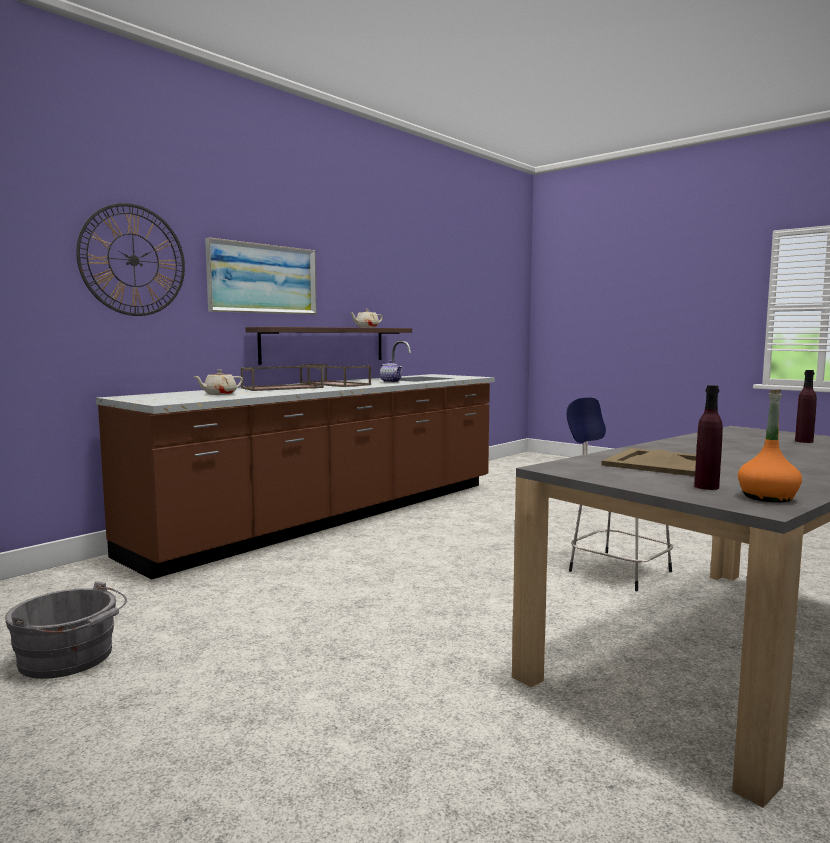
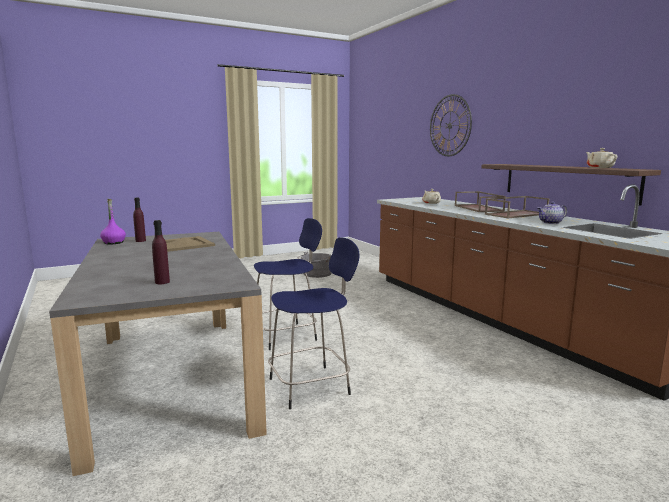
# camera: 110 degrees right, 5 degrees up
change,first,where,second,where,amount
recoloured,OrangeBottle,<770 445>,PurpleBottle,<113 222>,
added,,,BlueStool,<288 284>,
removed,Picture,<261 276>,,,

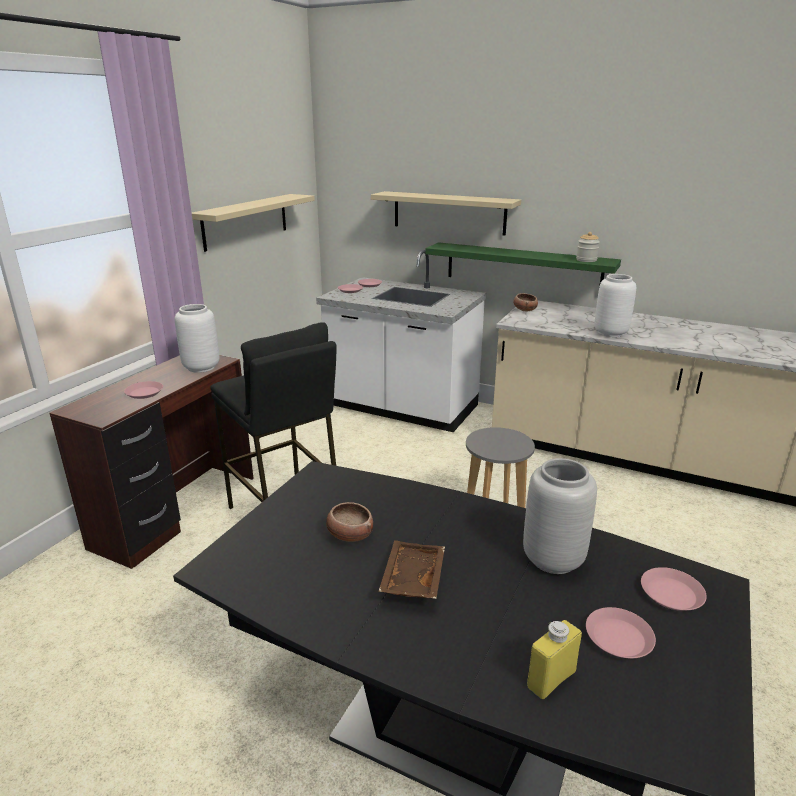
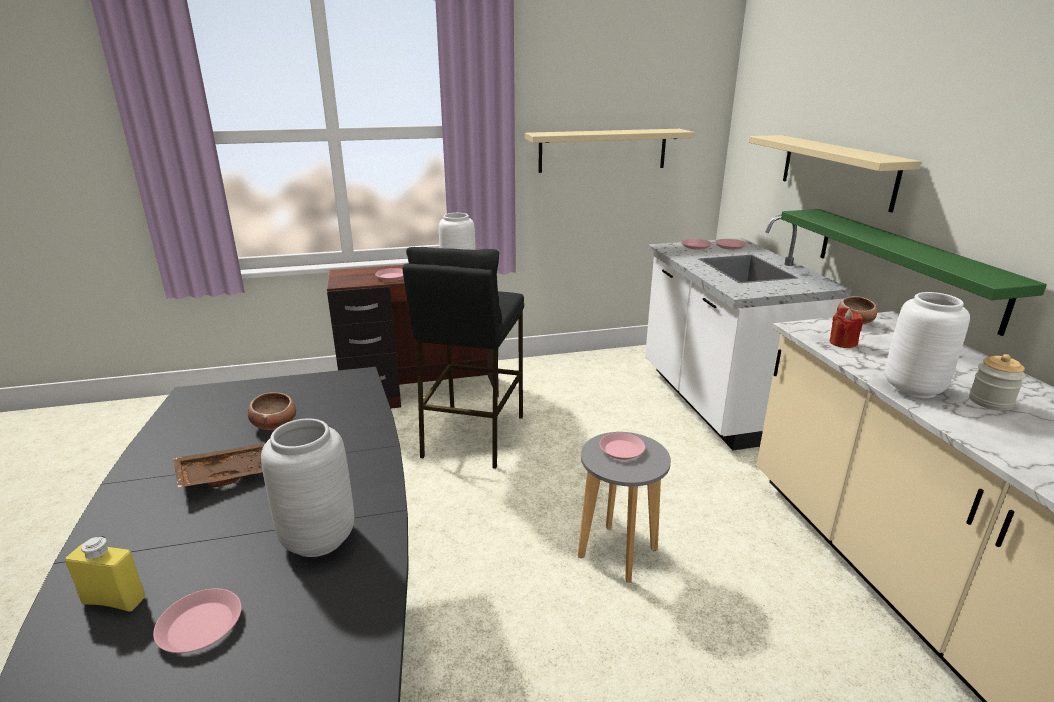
# camera: 50 degrees right, 0 degrees up
change,first,where,second,where,amount
moved,PinkPlate,<674 589>,,<622 446>,
added,,,RedCandle,<846 327>,
moved,Jar,<588 247>,,<997 382>,

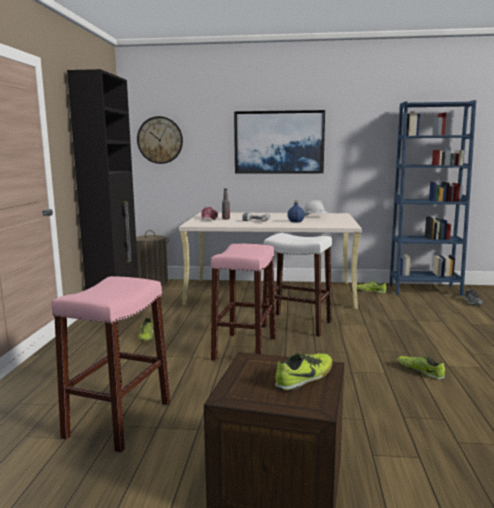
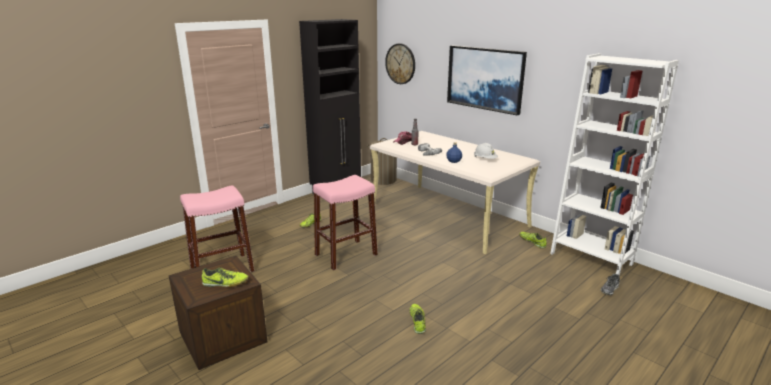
# camera: 40 degrees right, 10 degrees up
change,first,where,second,where,amount
recoloured,BlueBookcase,<432 198>,WhiteBookcase,<614 164>,
removed,WhiteStool,<297 285>,,,

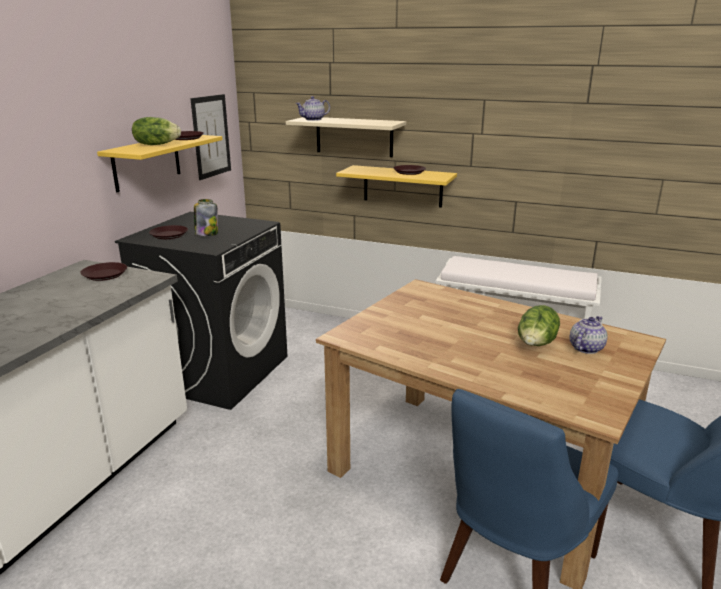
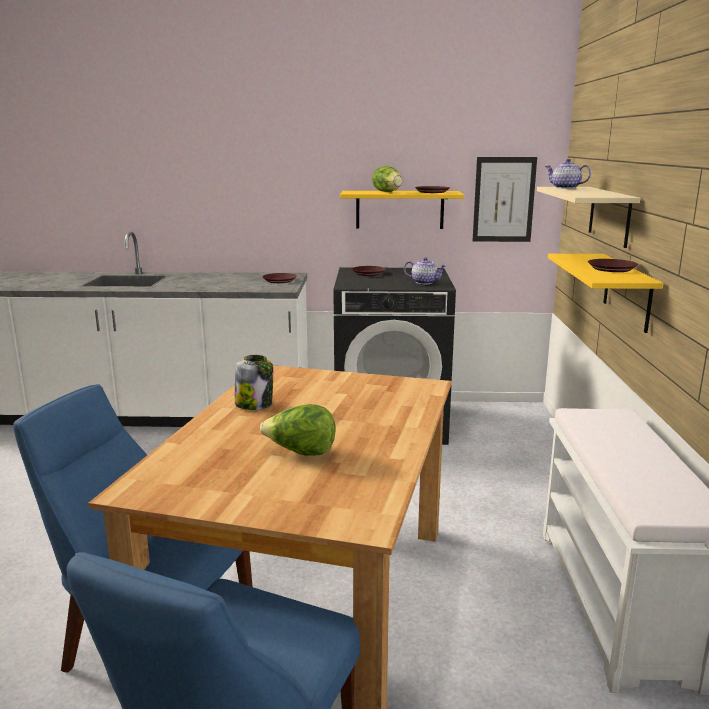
# camera: 70 degrees right, 5 degrees down
change,first,where,second,where,amount
moved,Jar,<206 217>,,<253 382>,
moved,Teapot,<588 335>,,<425 270>,

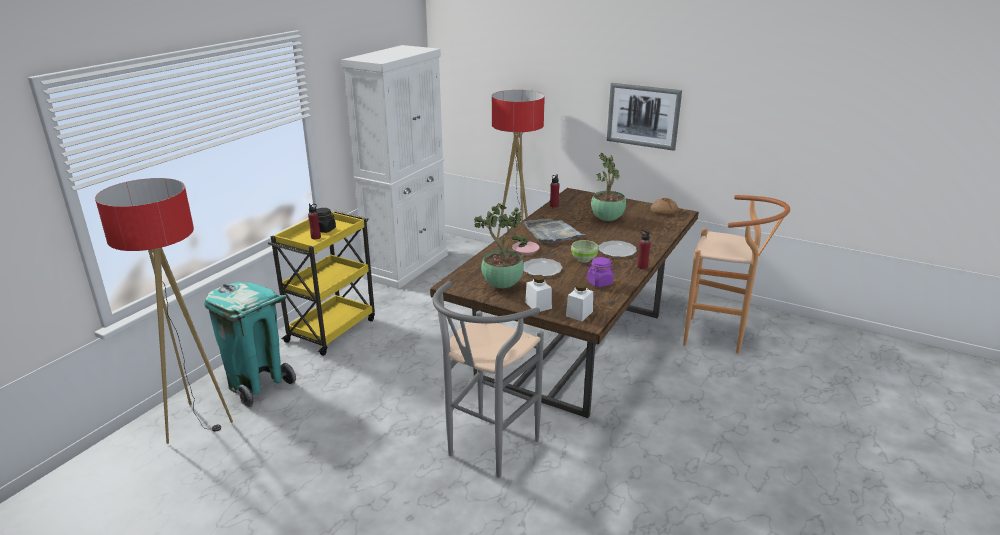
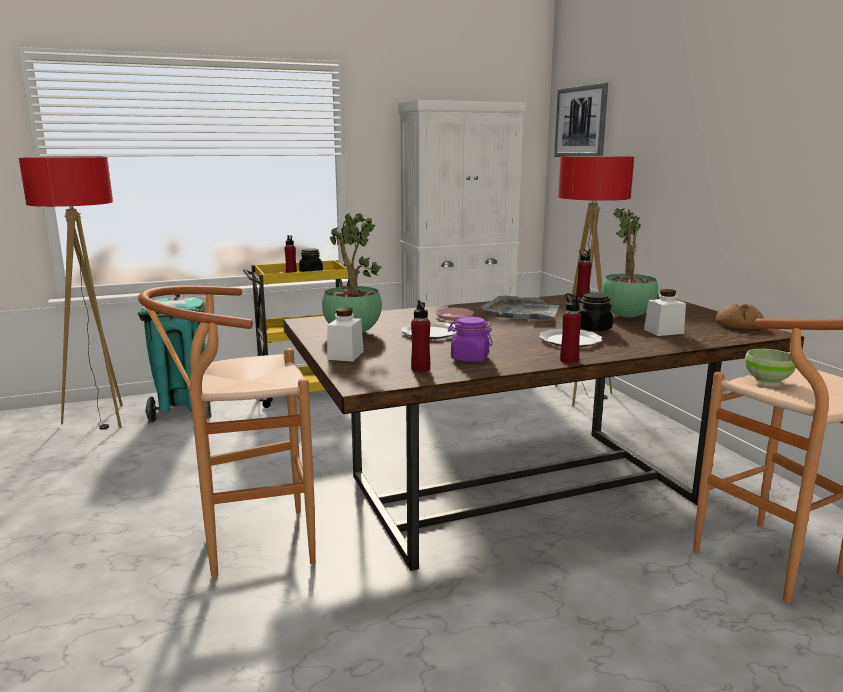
# camera: 40 degrees right, 10 degrees down
change,first,where,second,where,amount
recoloured,GreyStool,<488 379>,BrownStool,<227 432>,
added,,,RedBottle,<420 336>,
moved,Picture,<644 117>,,<581 120>,
added,,,BlackJar,<595 312>,
moved,WhiteJar,<579 302>,,<665 312>,
moved,GreenBowl,<584 251>,,<770 366>,

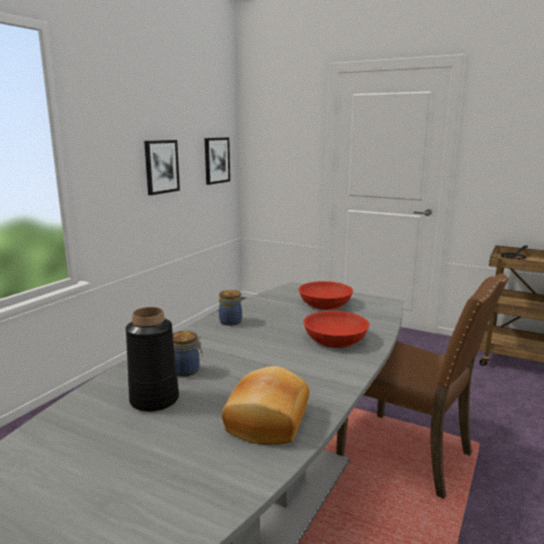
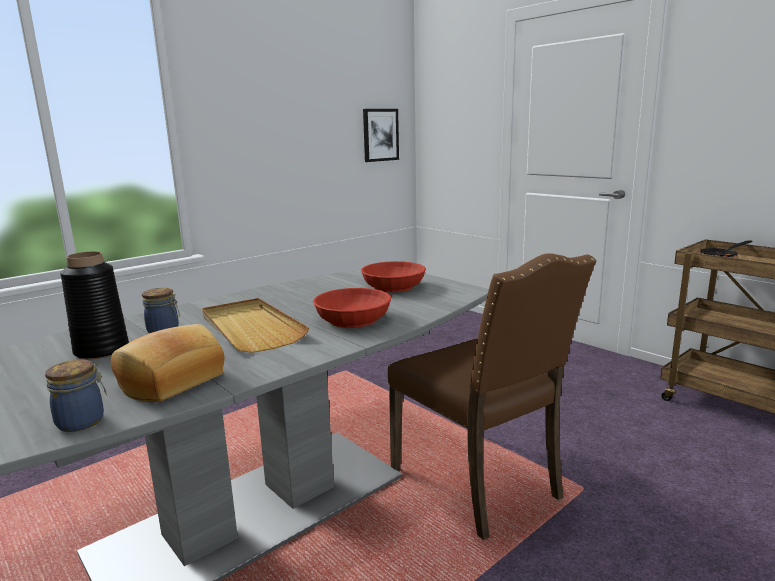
# camera: 20 degrees right, 0 degrees up
change,first,where,second,where,amount
moved,Jar,<230 308>,,<76 395>,
added,,,BeigeTray,<255 325>,
removed,Picture,<162 167>,,,

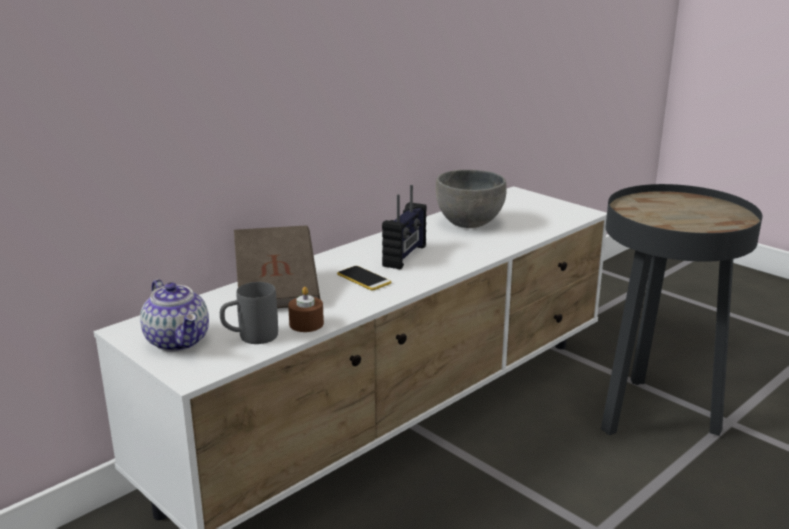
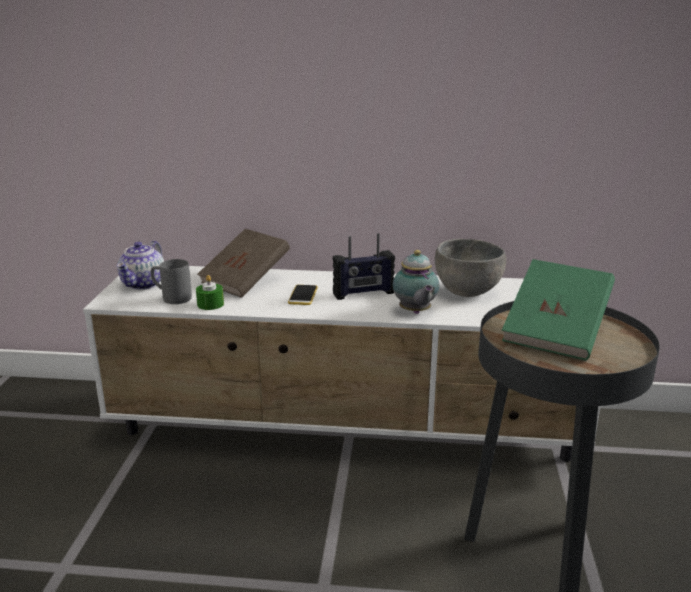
# camera: 50 degrees right, 0 degrees up
change,first,where,second,where,amount
recoloured,BrownCandle,<306 309>,GreenCandle,<210 292>,
added,,,Teapot,<416 282>,
added,,,GreenBook,<558 309>,

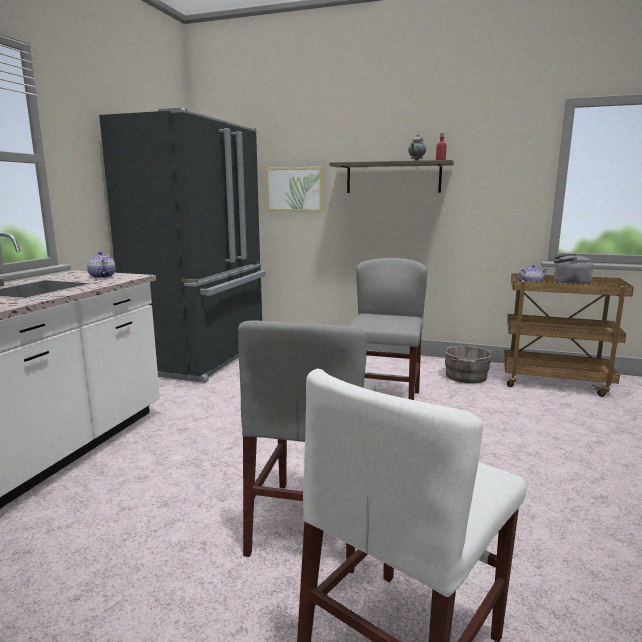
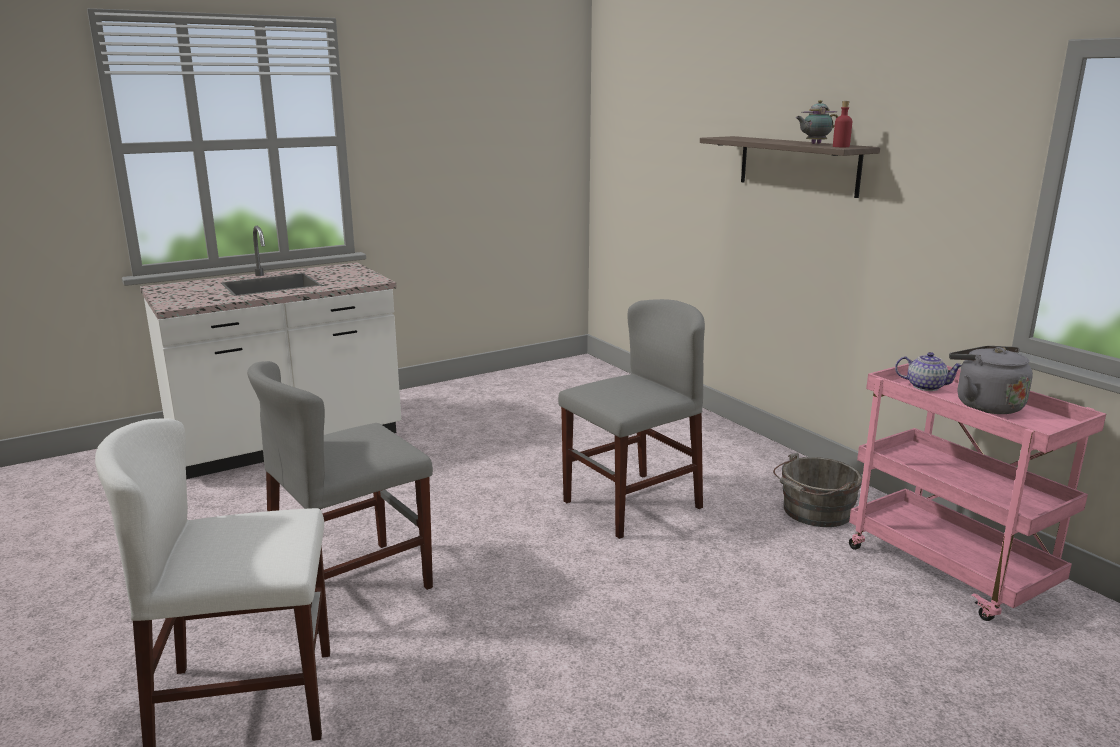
# camera: 40 degrees right, 5 degrees up
change,first,where,second,where,amount
recoloured,BrownCart,<569 335>,PinkCart,<977 492>,
removed,Teapot,<101 264>,,,
removed,BlackFridge,<182 245>,,,
removed,Picture,<294 189>,,,

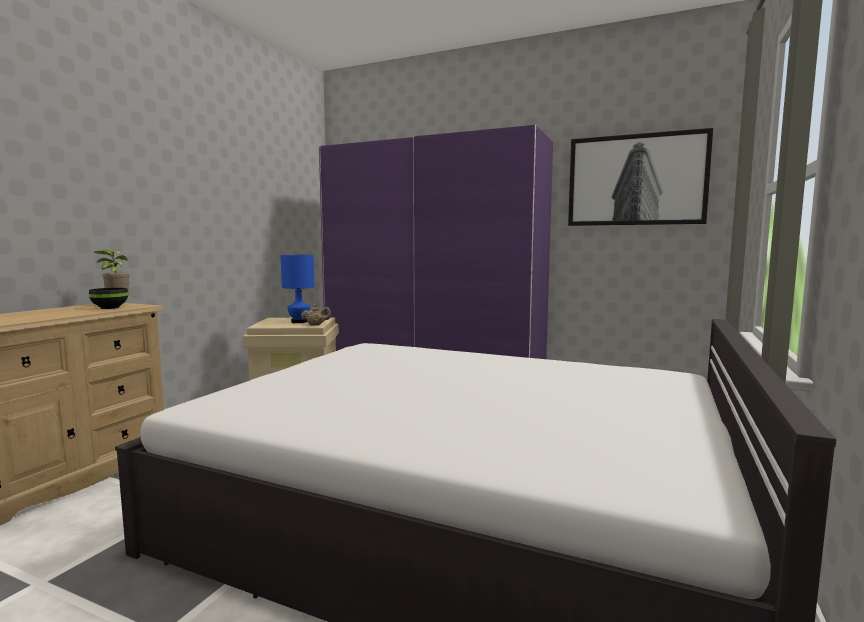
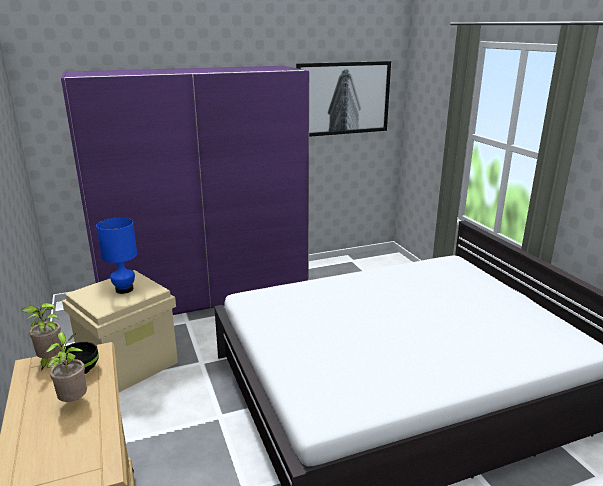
# camera: 45 degrees left, 15 degrees up
change,first,where,second,where,amount
added,,,PottedPlant,<66 367>,
removed,BeigeTeapot,<316 315>,,,

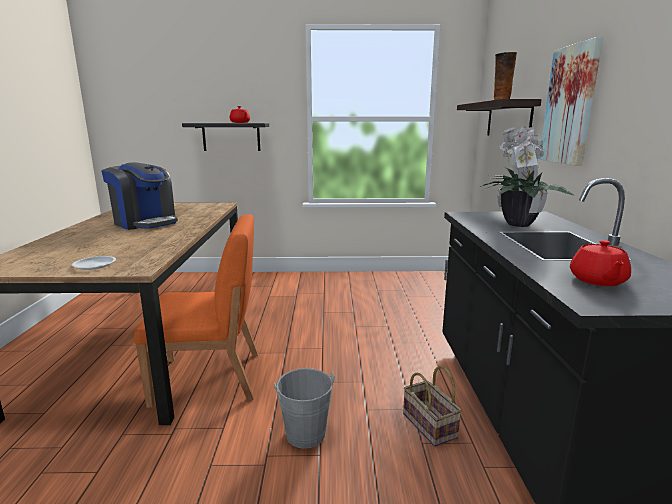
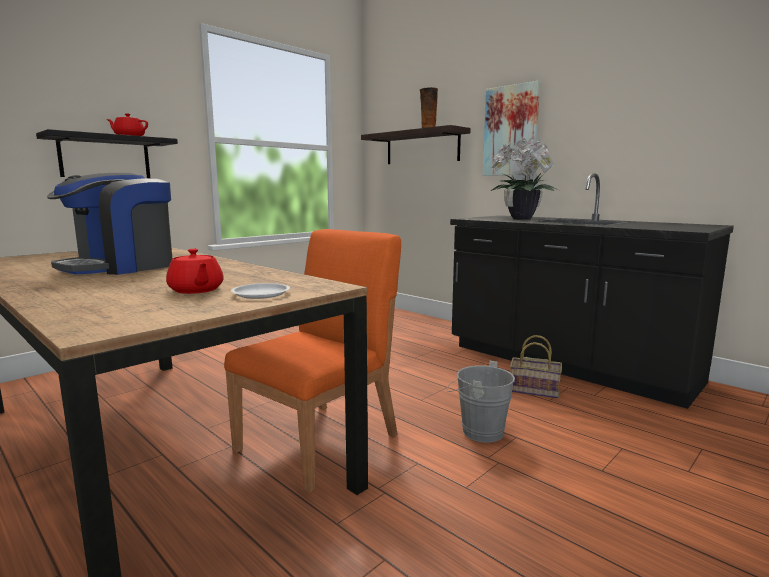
# camera: 45 degrees left, 5 degrees down
change,first,where,second,where,amount
turned,CoffeeMachine,<139 196>,,<109 224>,135 degrees clockwise
moved,RedTeapot,<600 263>,,<195 271>,

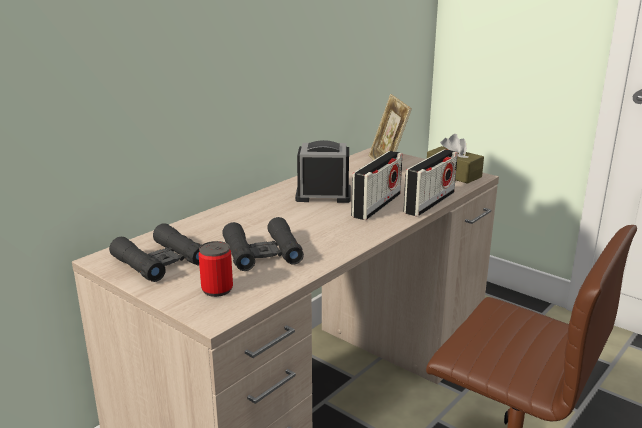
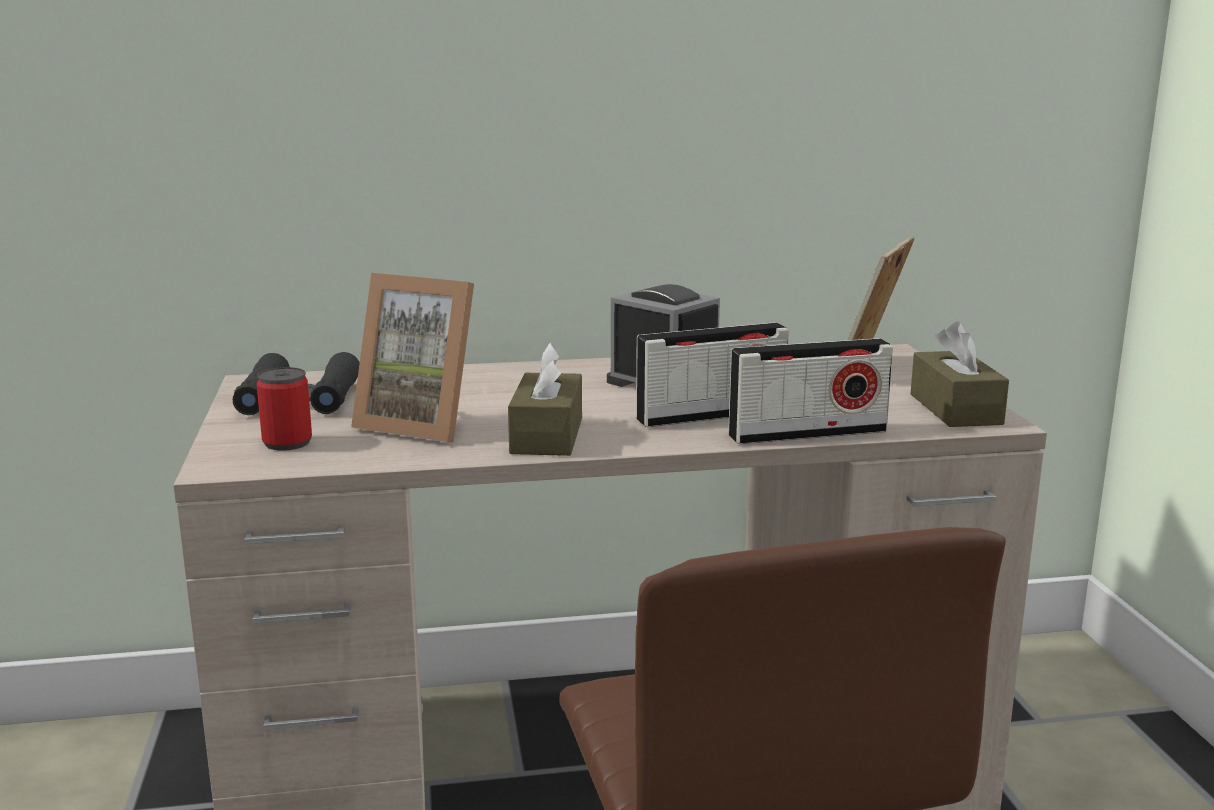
# camera: 40 degrees right, 5 degrees down
change,first,where,second,where,amount
replaced,BlackBinoculars,<263 244>,PictureFrame,<412 357>,
added,,,BrownTissueBox,<545 399>,

